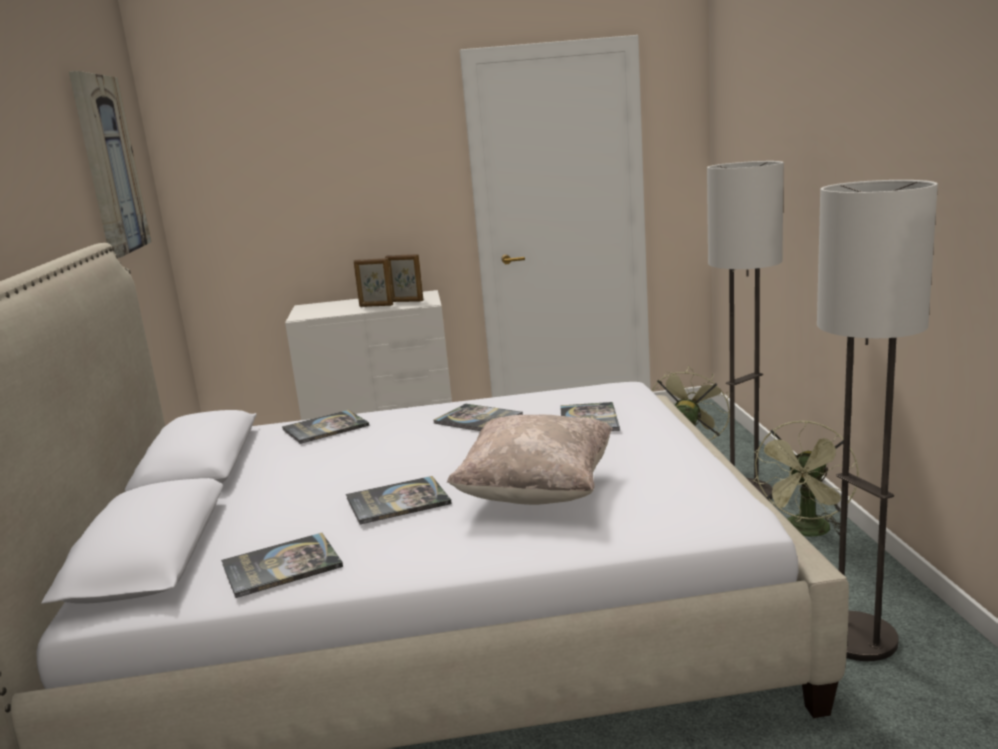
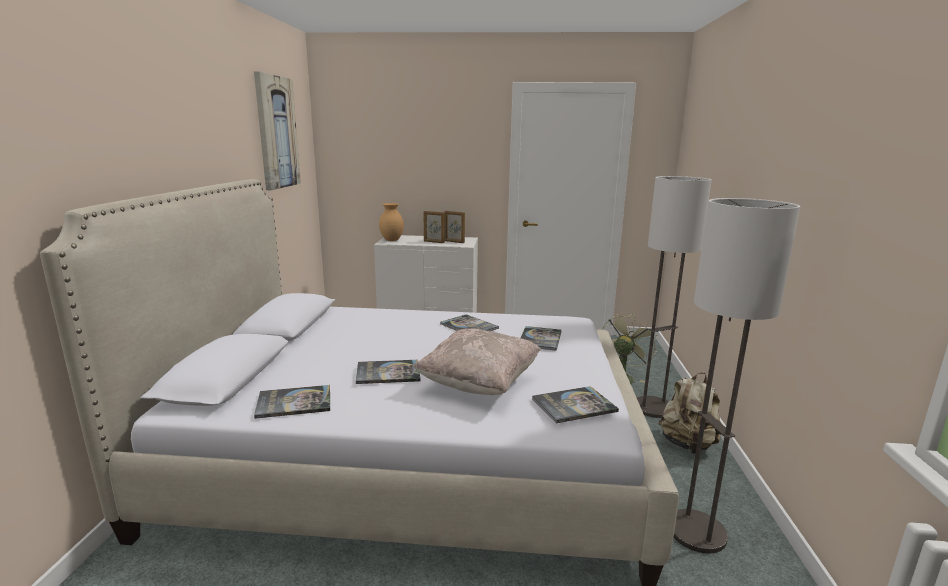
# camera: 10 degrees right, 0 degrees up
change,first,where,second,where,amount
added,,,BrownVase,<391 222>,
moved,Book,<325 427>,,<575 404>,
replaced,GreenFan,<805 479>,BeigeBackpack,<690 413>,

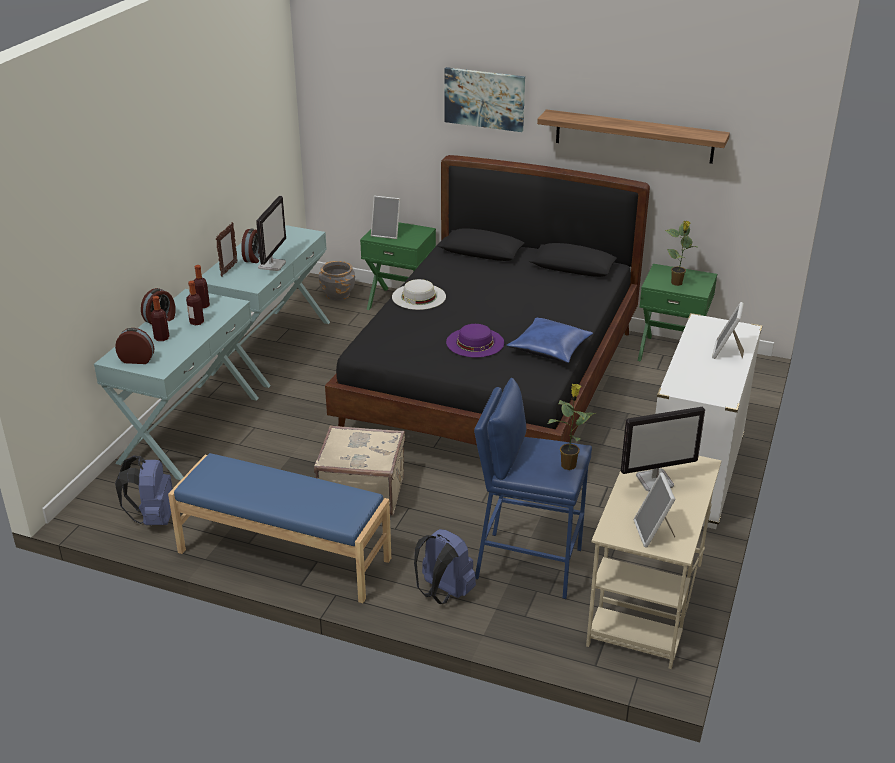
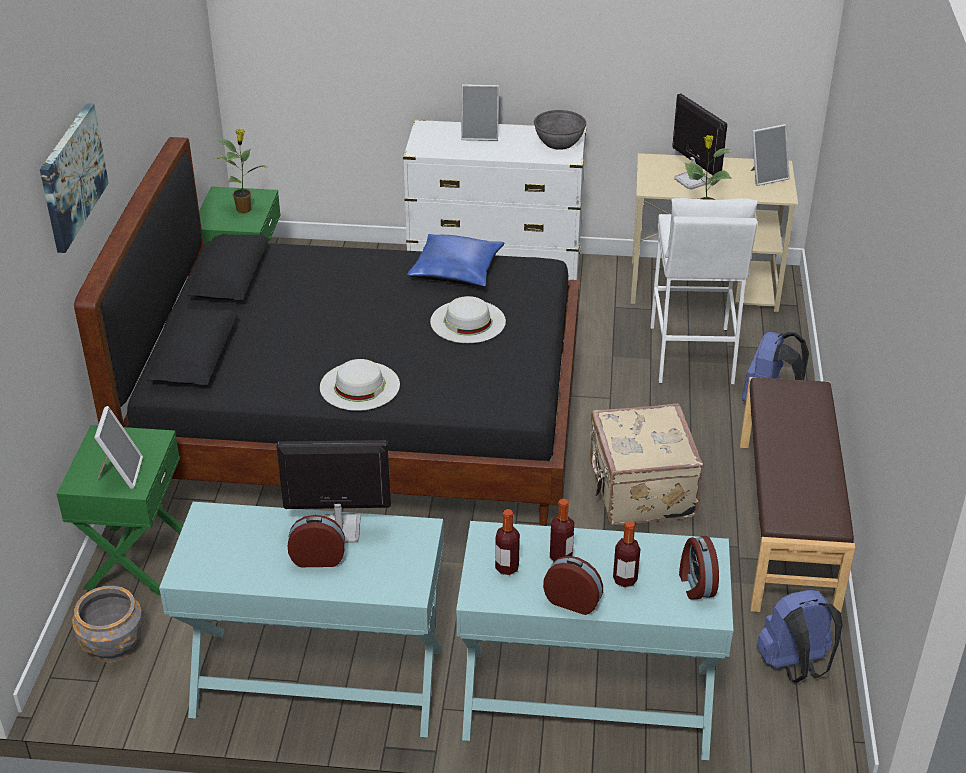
# camera: 105 degrees left, 5 degrees up
change,first,where,second,where,amount
recoloured,PurpleHat,<475 340>,WhiteHat,<468 319>,
added,,,GreyBowl,<560 130>,
recoloured,BlueStool,<533 488>,WhiteStool,<704 291>,
recoloured,BlueBench,<279 528>,BrownBench,<797 497>,
removed,PictureFrame,<227 249>,,,
removed,Shelf,<633 136>,,,

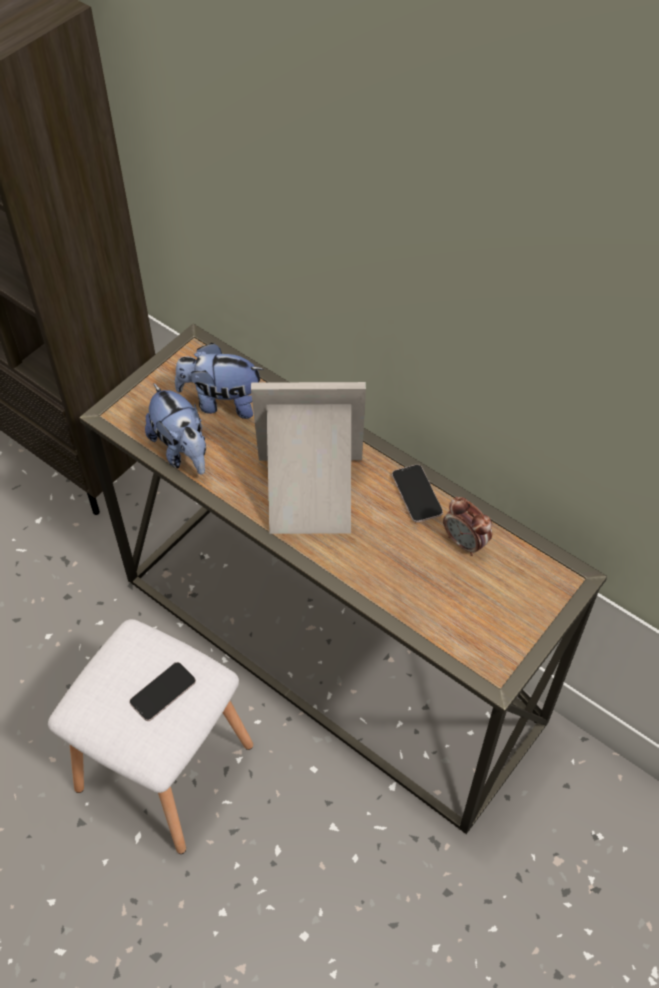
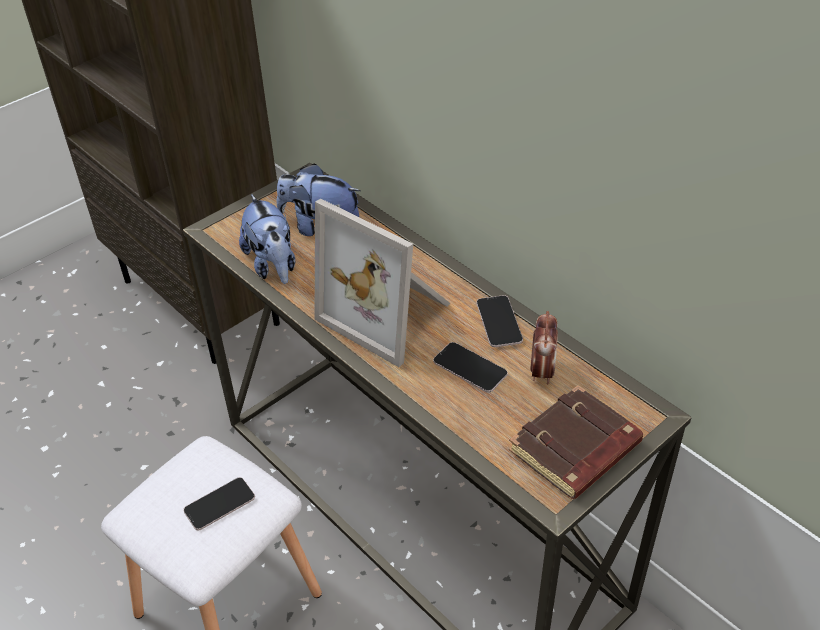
# camera: 10 degrees right, 10 degrees down
change,first,where,second,where,amount
turned,PictureFrame,<308 458>,,<382 283>,150 degrees counterclockwise
added,,,Phone,<470 367>,
added,,,BrownBook,<576 442>,
turned,AlarmClock,<467 526>,,<544 347>,135 degrees counterclockwise

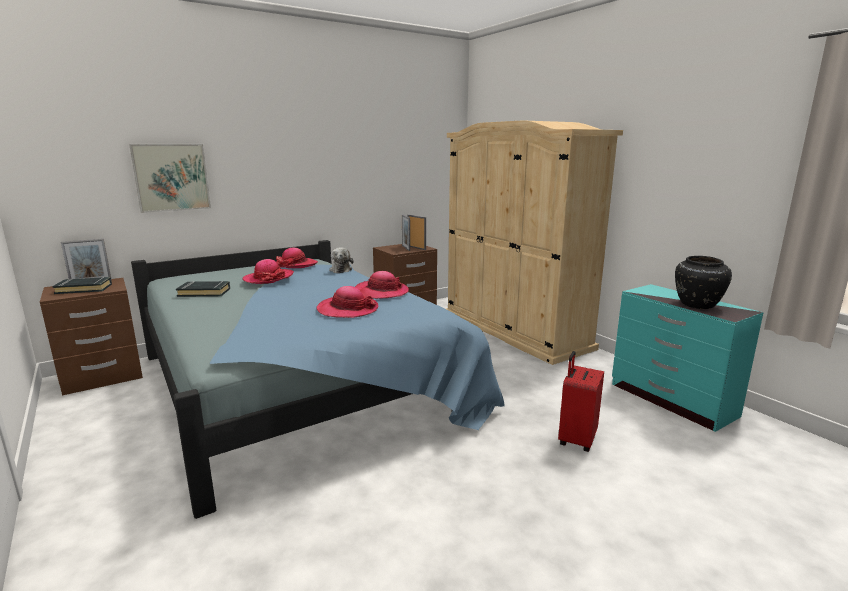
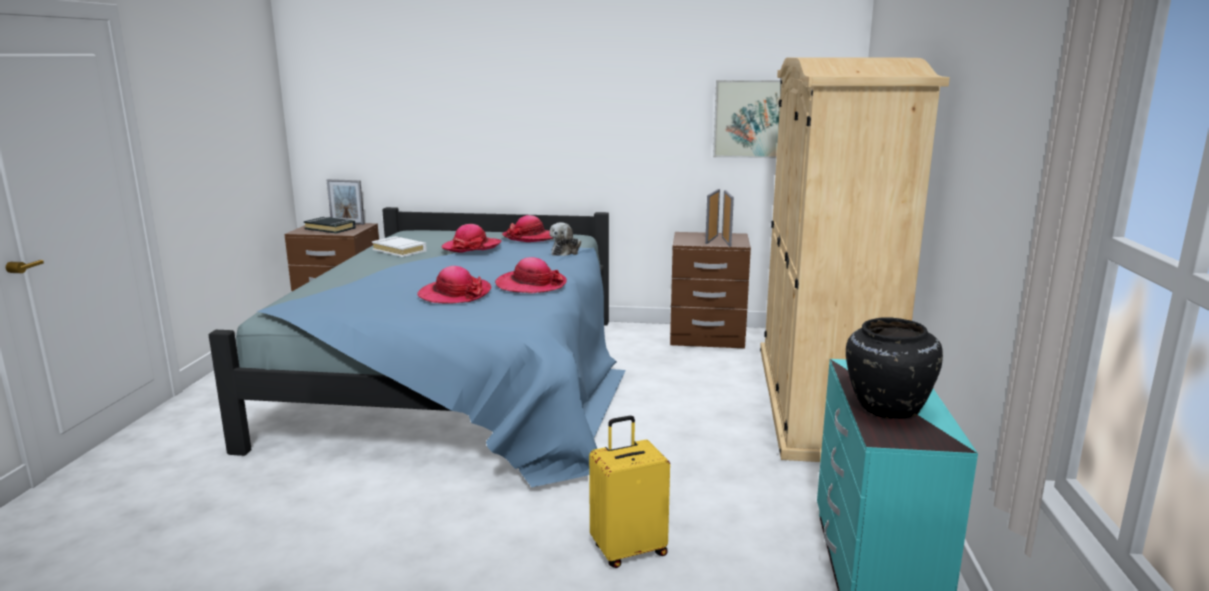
# camera: 40 degrees right, 0 degrees up
change,first,where,second,where,amount
recoloured,BlackBook,<203 289>,WhiteBook,<399 246>,
recoloured,RedSuitcase,<581 401>,YellowSuitcase,<629 492>,
moved,Picture,<170 178>,,<747 119>,

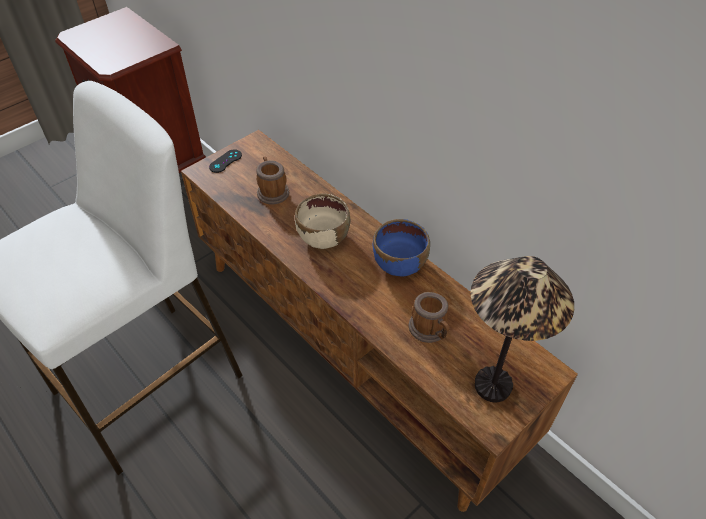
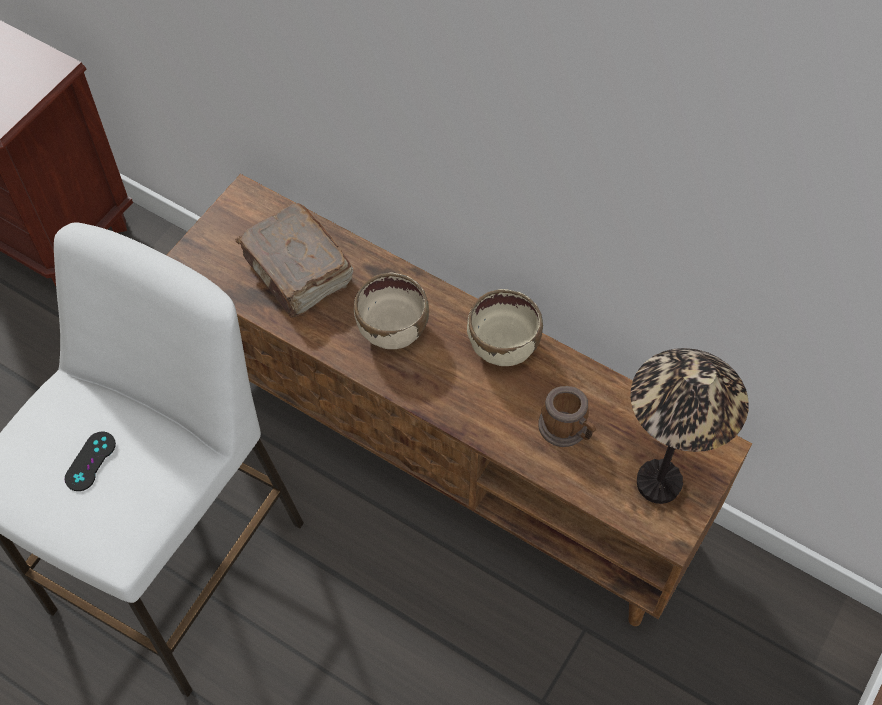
# camera: 15 degrees left, 10 degrees up
change,first,where,second,where,amount
moved,BlackGameController,<225 161>,,<90 461>,
replaced,Mug,<272 180>,BrownBook,<294 260>,
recoloured,BlueBowl,<401 248>,BeigeBowl,<505 327>,

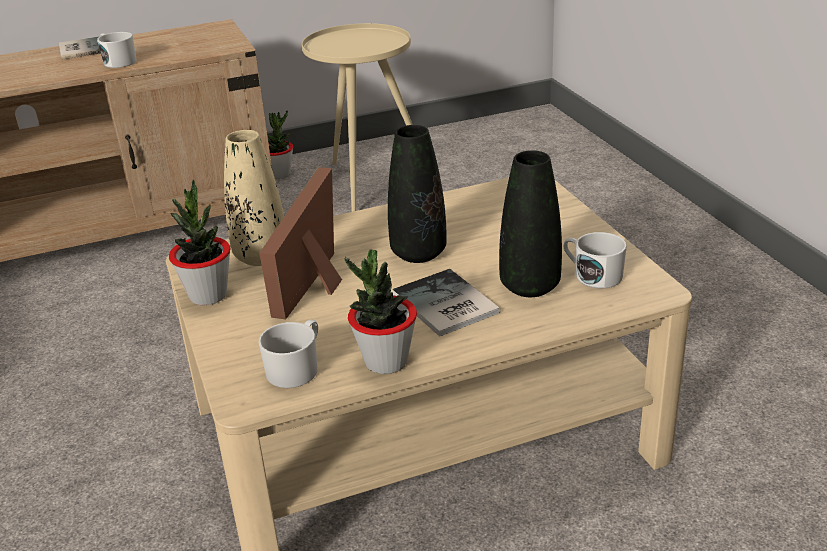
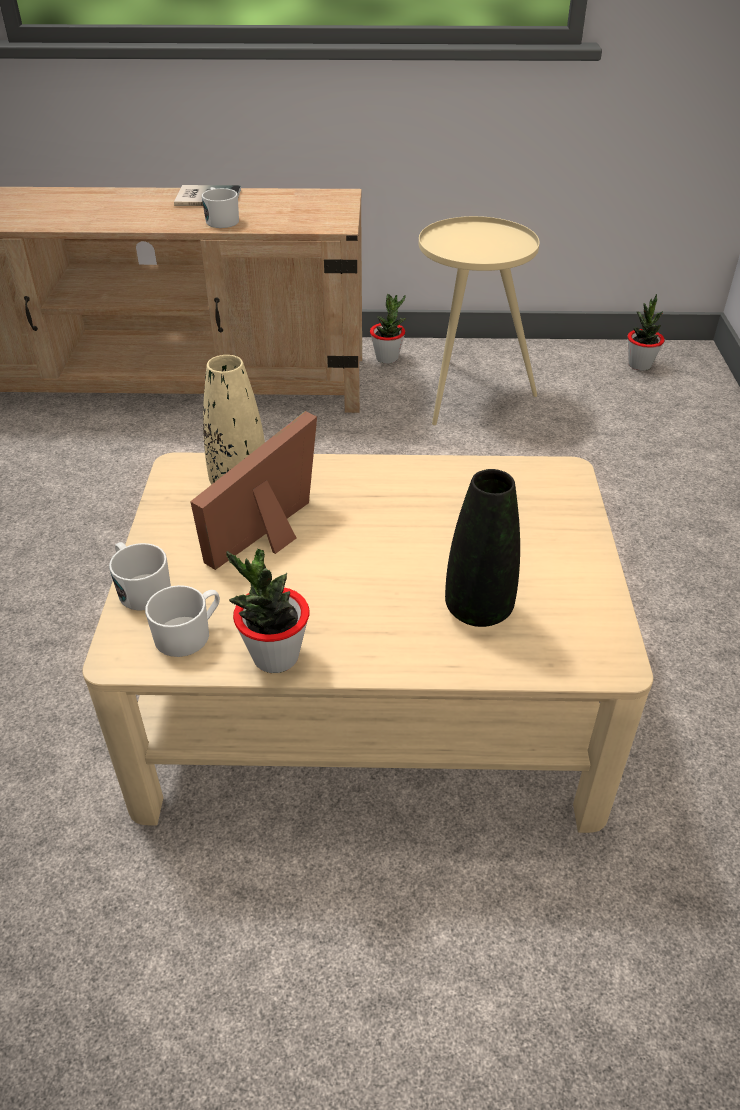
# camera: 20 degrees right, 10 degrees up
change,first,where,second,where,amount
moved,WhiteMug,<595 260>,,<140 576>,
moved,PottedPlant,<199 242>,,<646 332>,
removed,BlackVase,<417 194>,,,
removed,Book,<446 303>,,,

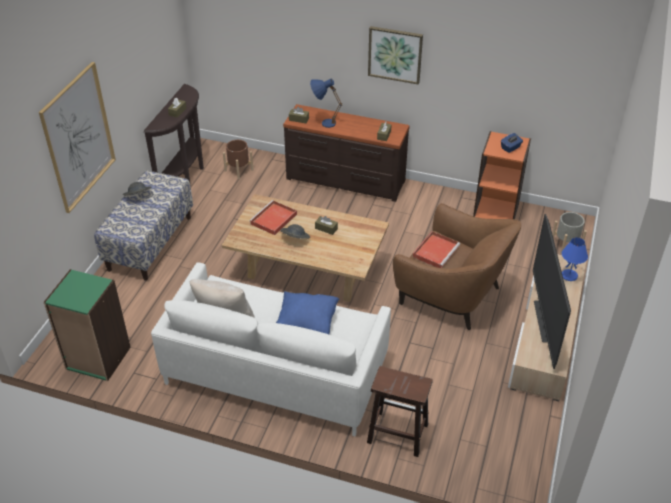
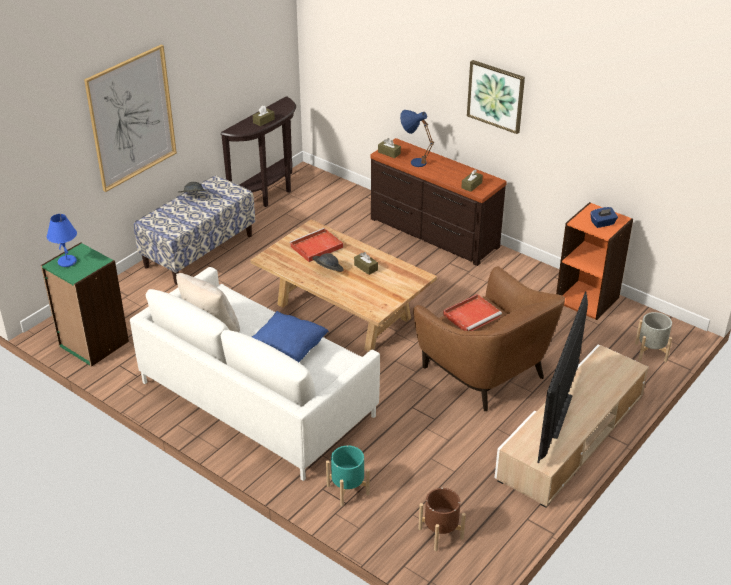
# camera: 20 degrees right, 5 degrees down
change,first,where,second,where,amount
moved,BlueTableLamp,<575 259>,,<62 240>,
replaced,BrownStool,<400 411>,TurquoisePlanter,<348 475>,
moved,BrownPlanter,<238 159>,,<442 519>,

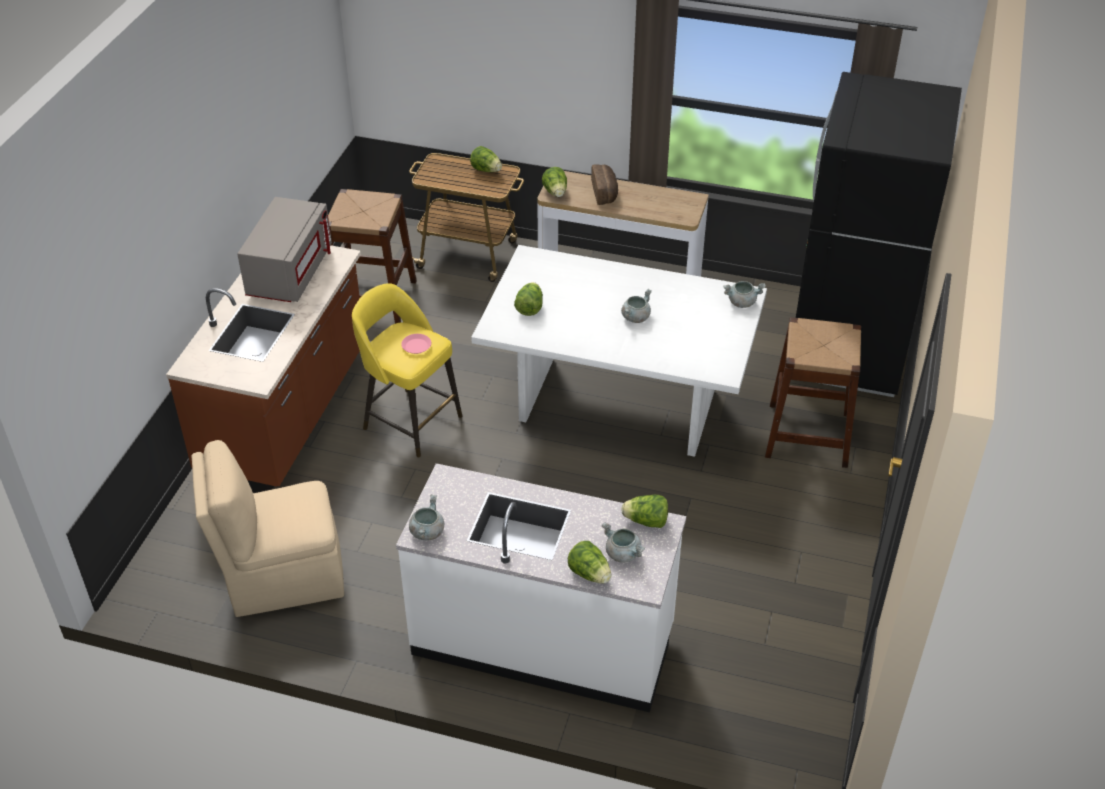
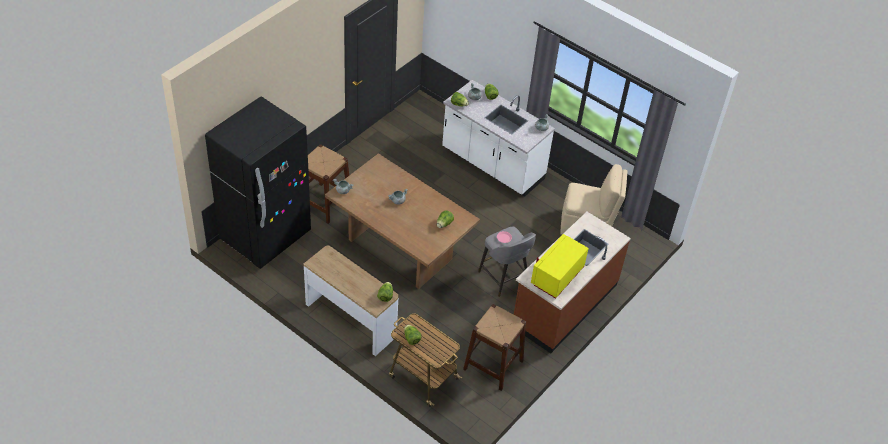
# camera: 160 degrees left, 5 degrees up
change,first,where,second,where,amount
recoloured,WhiteDiningTable,<619 351>,BrownDiningTable,<402 221>,
recoloured,YellowStool,<407 370>,GreyStool,<507 261>,
recoloured,GreyMicrowave,<284 249>,YellowMicrowave,<560 266>,
removed,Bread,<604 184>,,,

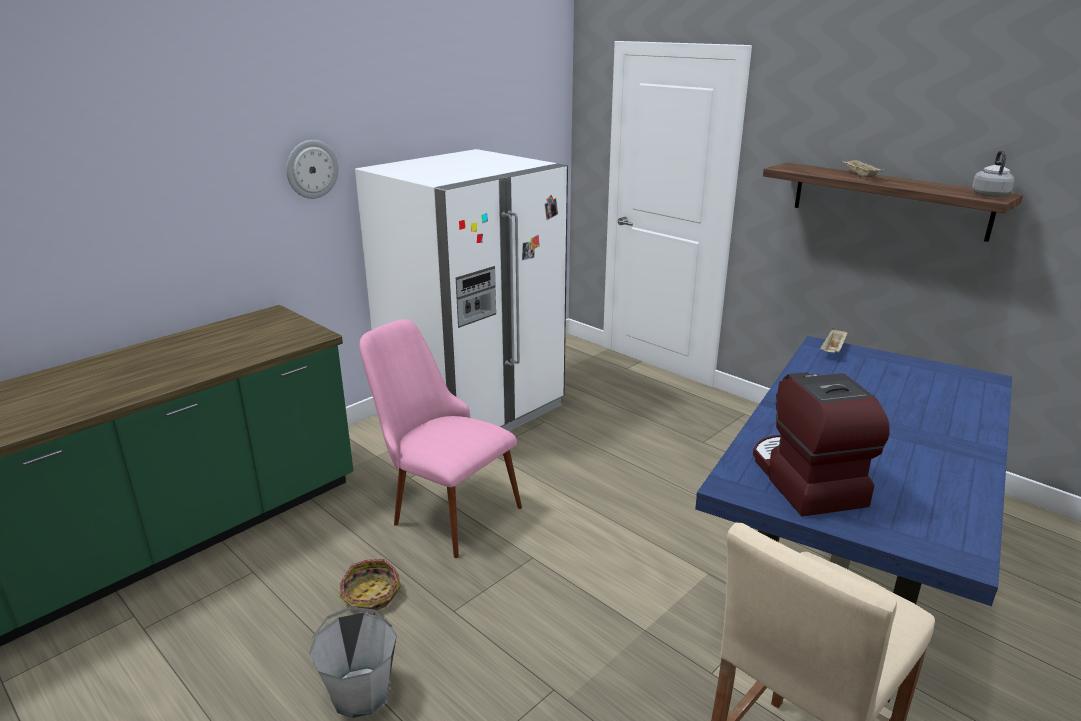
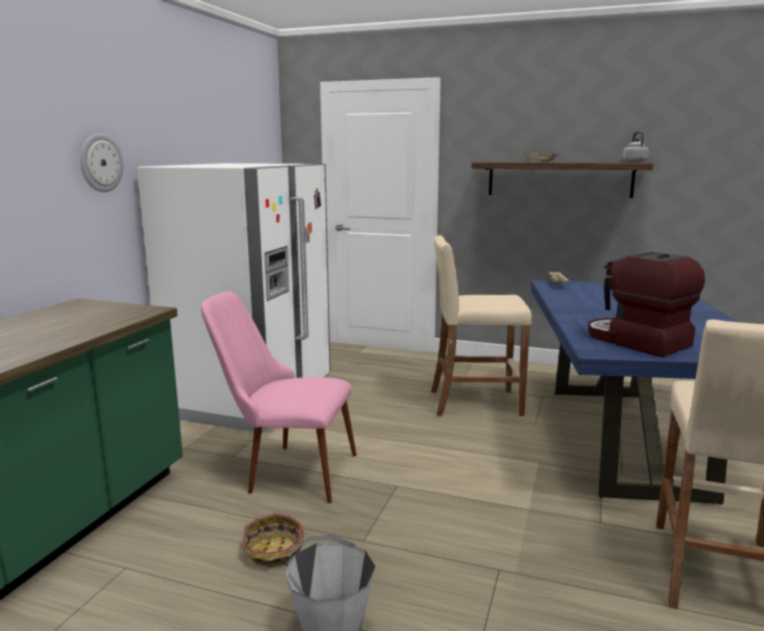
# camera: 25 degrees left, 10 degrees down
change,first,where,second,where,amount
added,,,BeigeStool,<481 325>,

